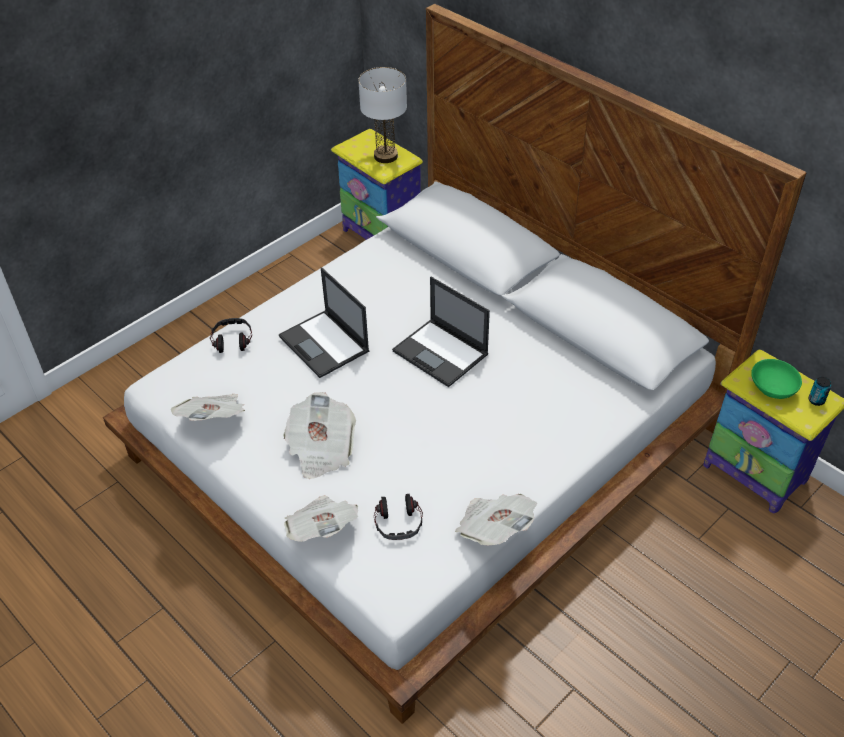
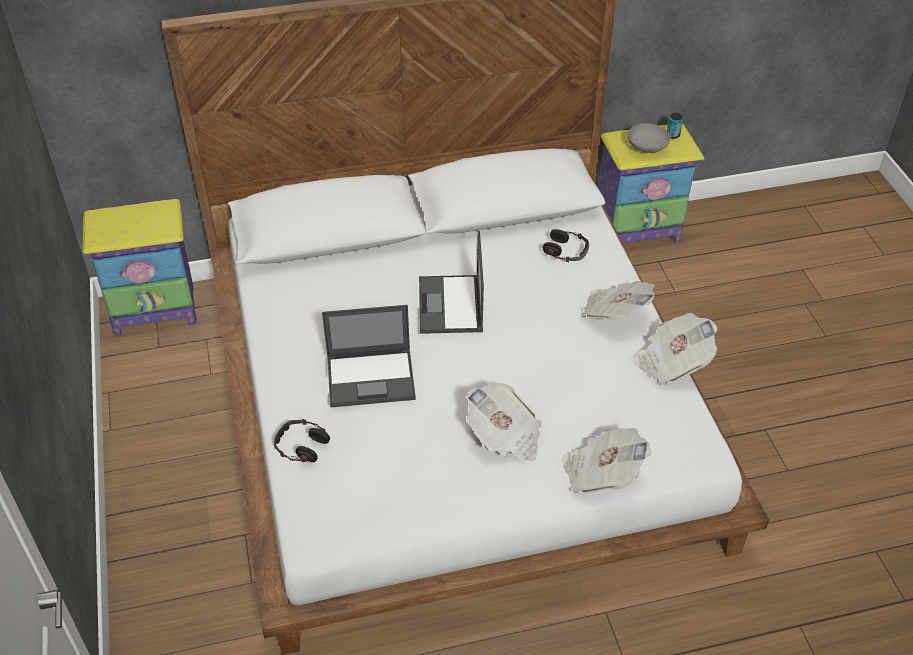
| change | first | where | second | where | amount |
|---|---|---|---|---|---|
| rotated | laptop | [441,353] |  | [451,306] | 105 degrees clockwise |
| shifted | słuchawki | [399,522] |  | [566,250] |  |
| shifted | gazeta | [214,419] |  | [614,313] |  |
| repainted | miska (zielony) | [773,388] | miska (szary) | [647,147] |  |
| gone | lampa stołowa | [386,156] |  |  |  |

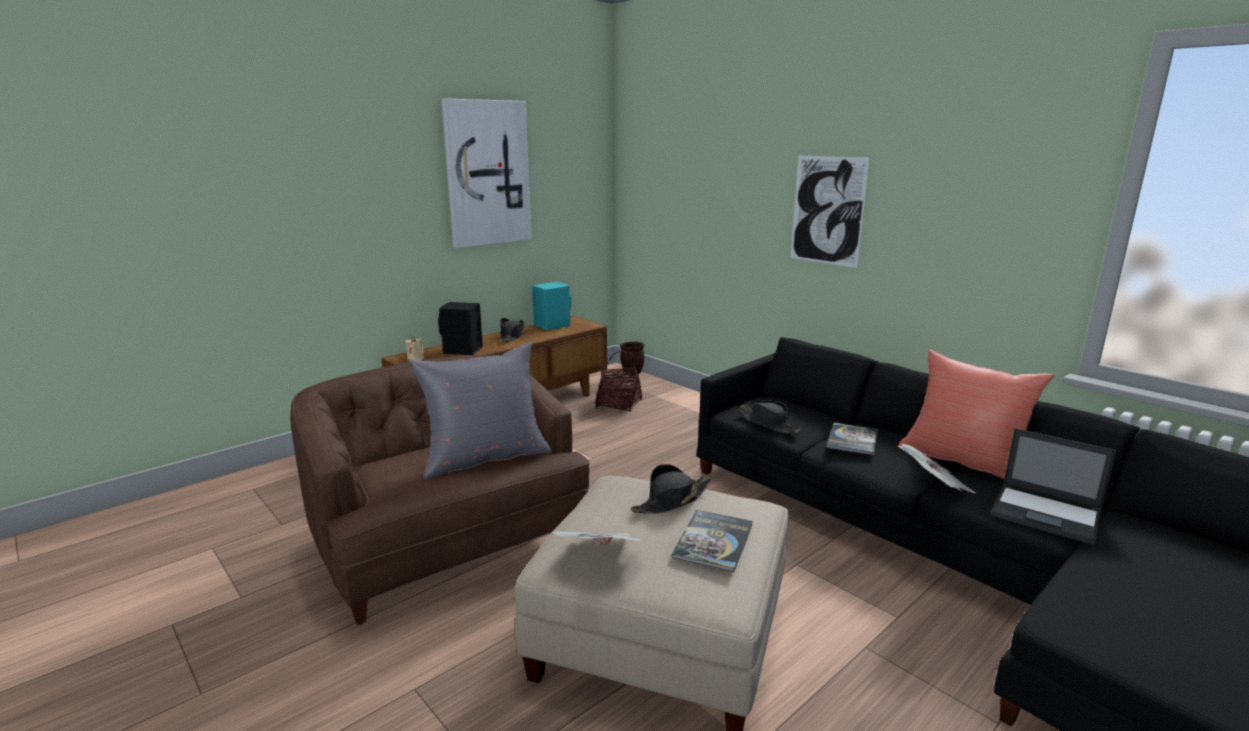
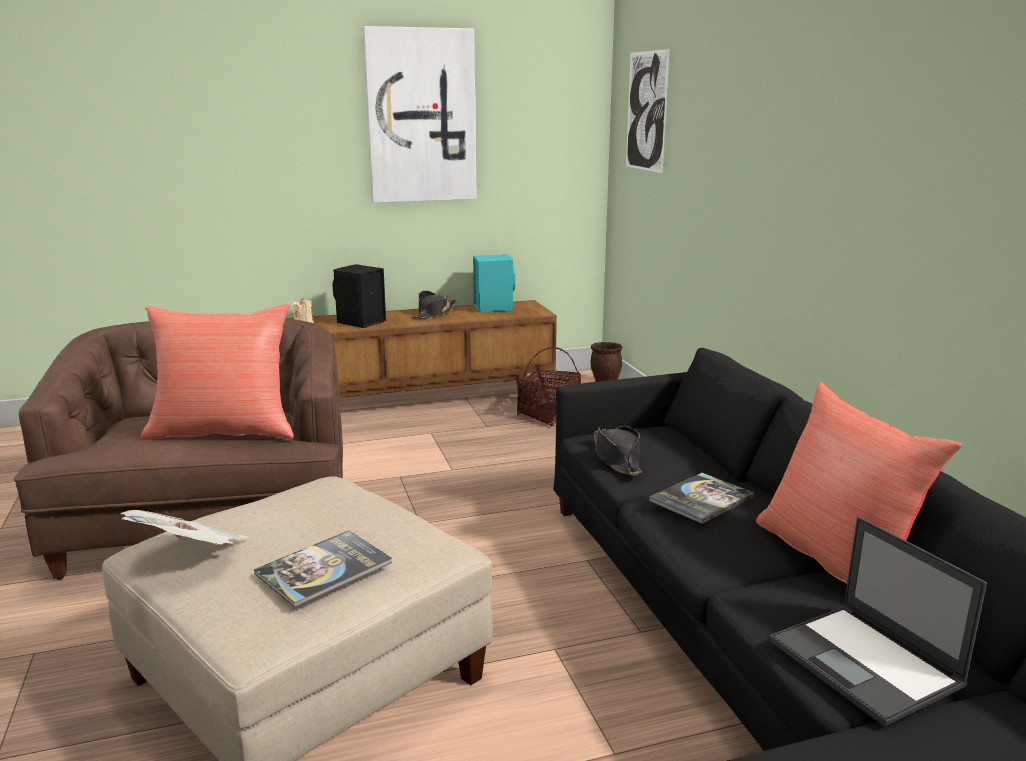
| change | first | where | second | where | amount |
|---|---|---|---|---|---|
| repainted | poduszka (szary) | [485,458] | poduszka (czerwony) | [224,431] |  |
| shifted | obraz | [827,210] |  | [646,111] |  |
| gone | kapelusz (czarny) | [671,501] |  |  |  |
| gone | gazeta | [933,486] |  |  |  |

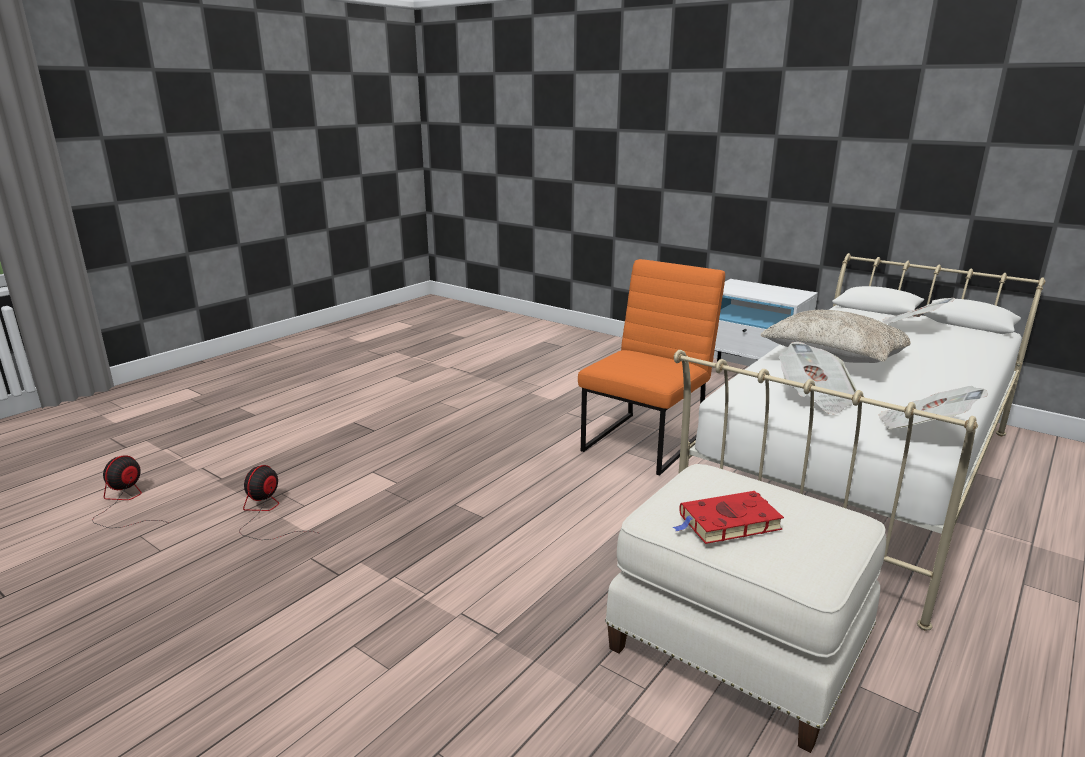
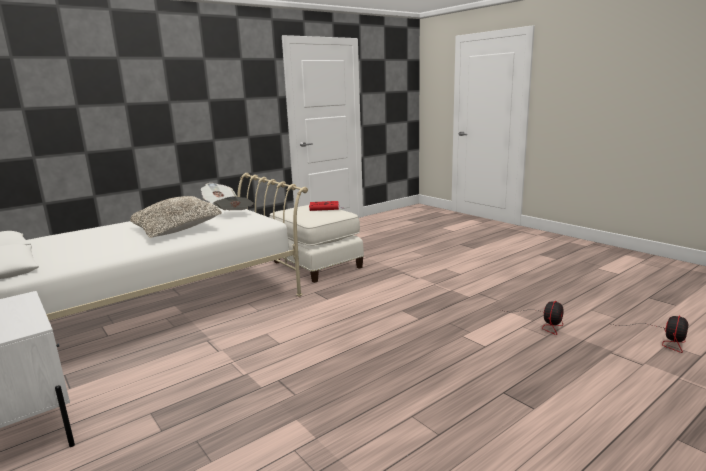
| change | first | where | second | where | amount |
|---|---|---|---|---|---|
| gone | krzesło (pomarańczowy) | [646,441] |  |  |  |
| gone | gazeta | [911,327] |  |  |  |

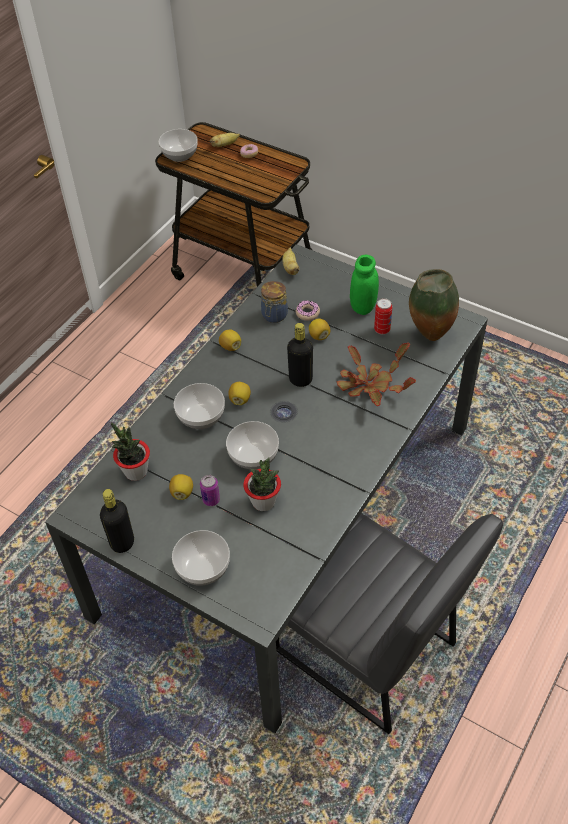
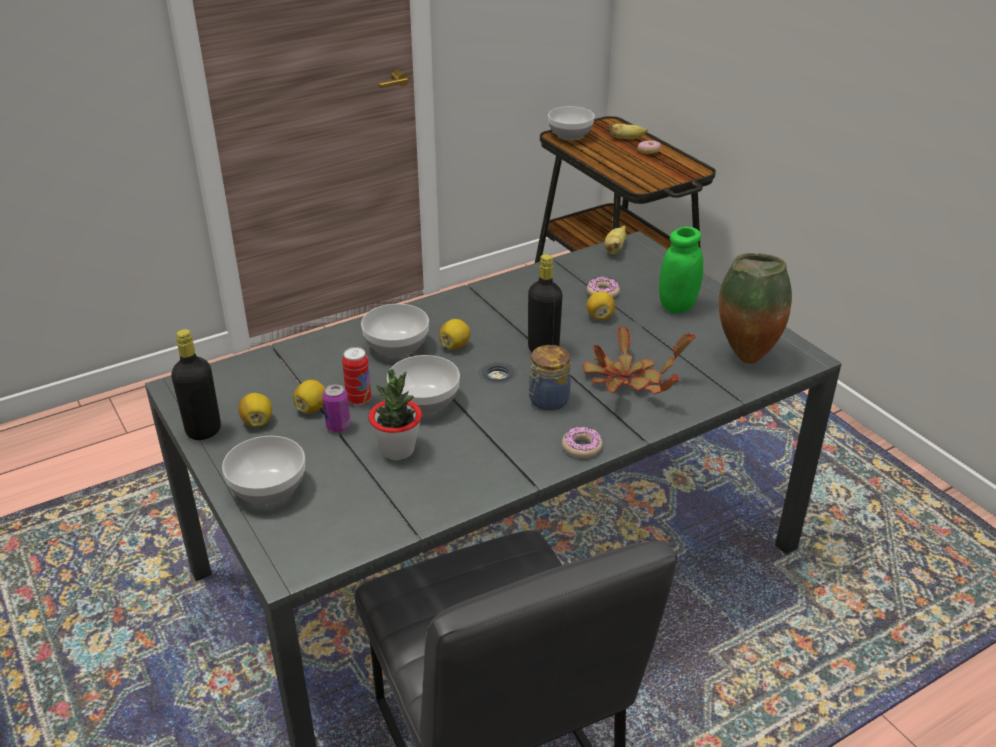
| change | first | where | second | where | amount |
|---|---|---|---|---|---|
| shifted | cytryna | [230,347] |  | [257,421] |  |
| shifted | puszka | [382,330] |  | [359,399] |  |
| shifted | słoik | [274,315] |  | [547,401] |  |
| new |  |  | donut | [581,447] |  |
| gone | roślina doniczkowa | [135,471] |  |  |  |

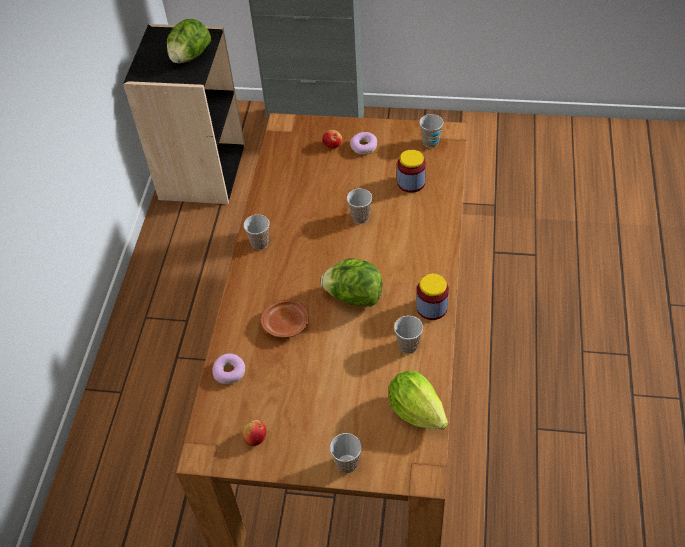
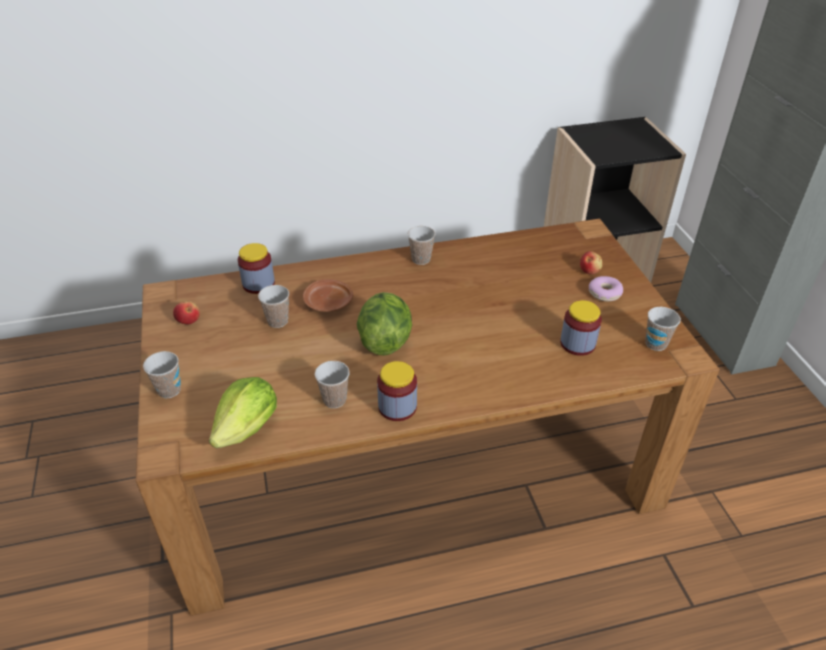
| change | first | where | second | where | amount |
|---|---|---|---|---|---|
| swapped | donut | [230,372] | słoik | [258,284] |  |
| shifted | filiżanka | [360,217] |  | [278,321] |  |
| gone | sałata | [190,57] |  |  |  |

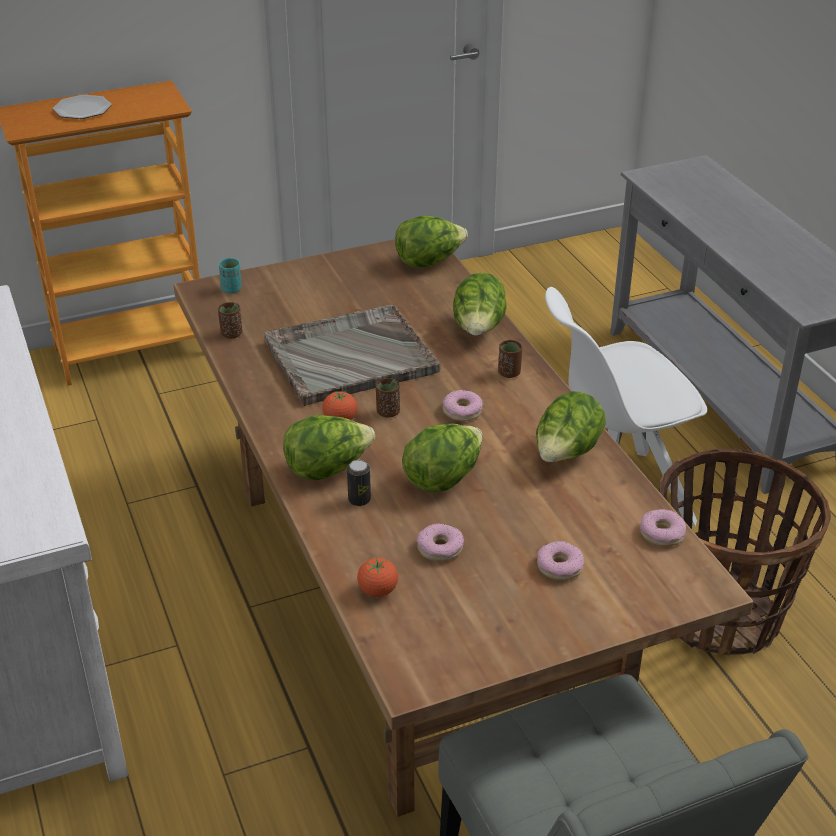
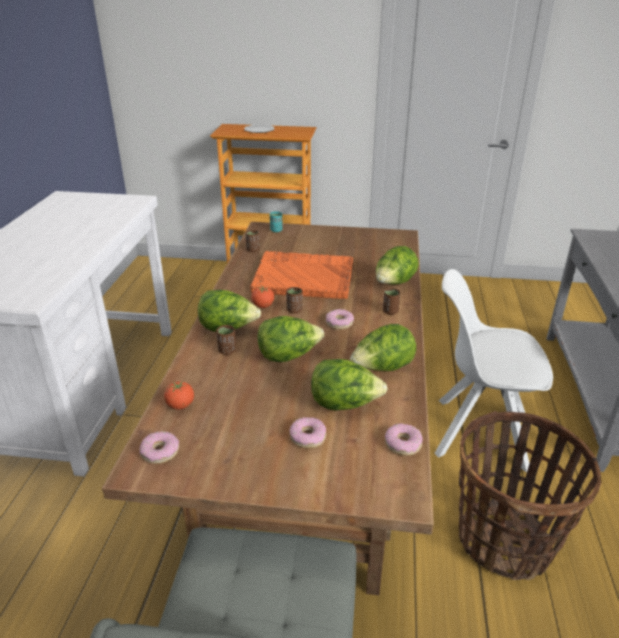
| change | first | where | second | where | amount |
|---|---|---|---|---|---|
| shifted | donut | [440,548] |  | [160,452] |  |
| swapped | puszka | [359,500] | filiżanka (brązowy) | [227,351] |  |
| repainted | taca (szary) | [349,357] | taca (pomarańczowy) | [302,277] |  |
| shifted | sałata | [429,261] |  | [344,404] |  |

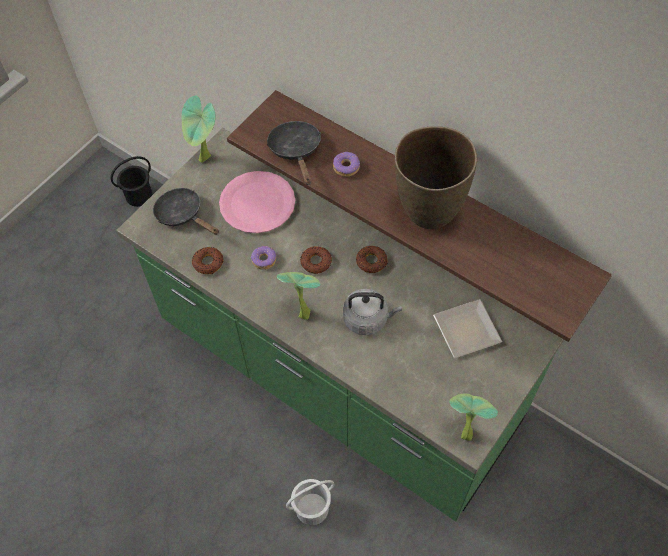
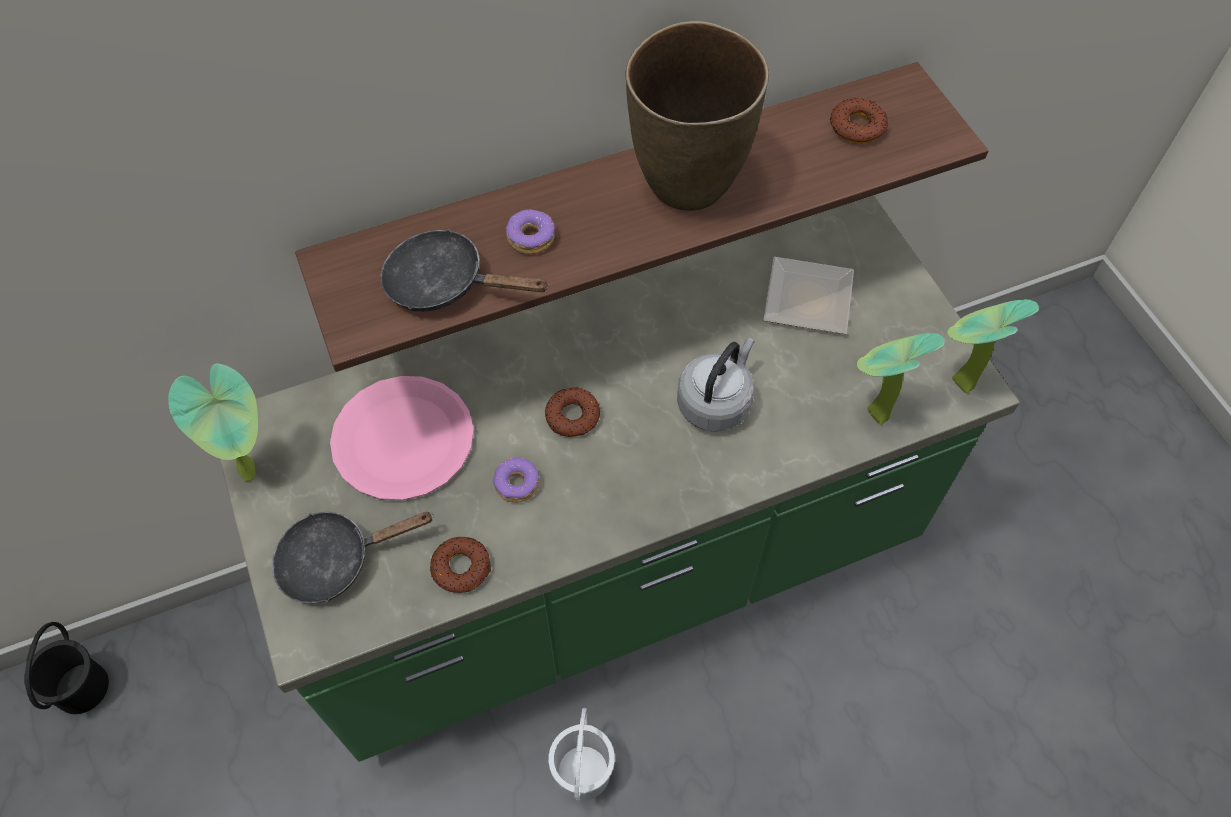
| change | first | where | second | where | amount |
|---|---|---|---|---|---|
| shifted | wiadro (biały) | [311,508] |  | [582,772] |  |
| shifted | donut | [371,261] |  | [857,126] |  |
| shifted | roślina doniczkowa | [303,311] |  | [872,415] |  |

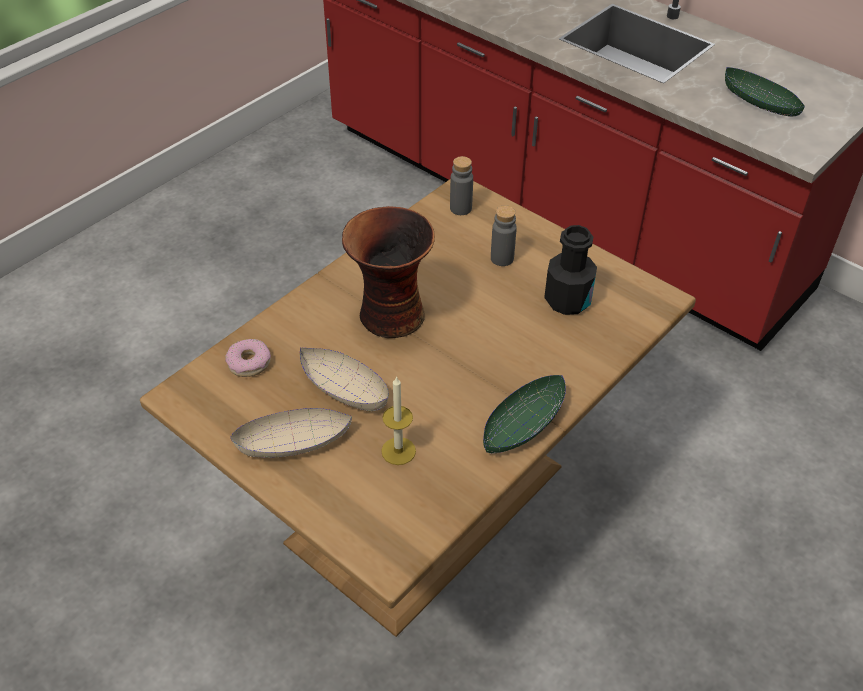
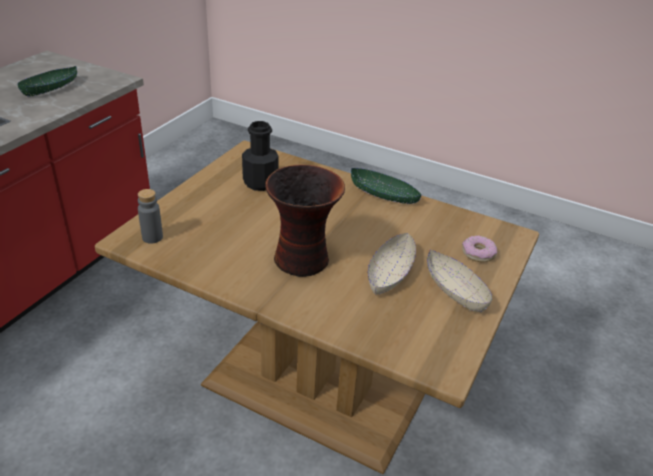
| change | first | where | second | where | amount |
|---|---|---|---|---|---|
| shifted | donut | [249,363] |  | [478,253] |  |
| gone | świeca | [398,451] |  |  |  |
| gone | butelka (szary) | [502,258] |  |  |  |

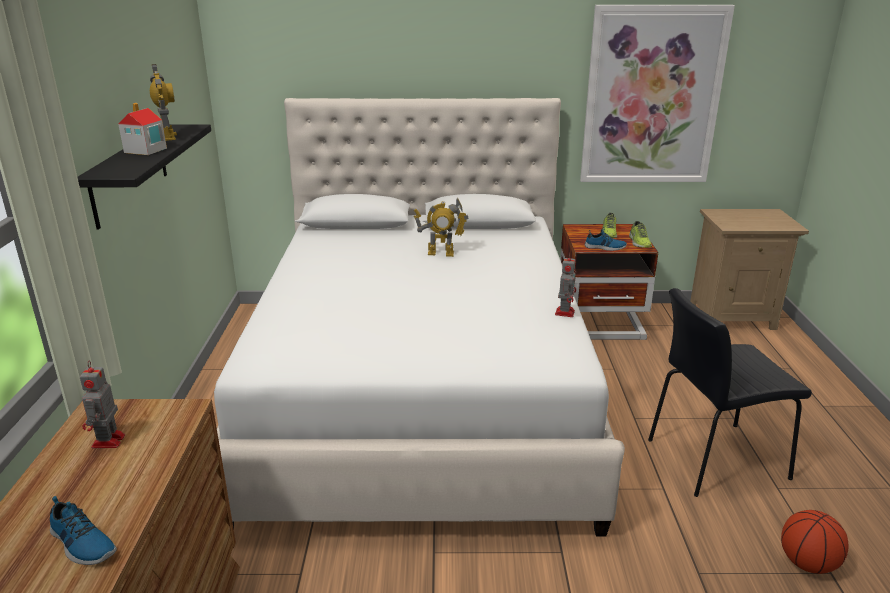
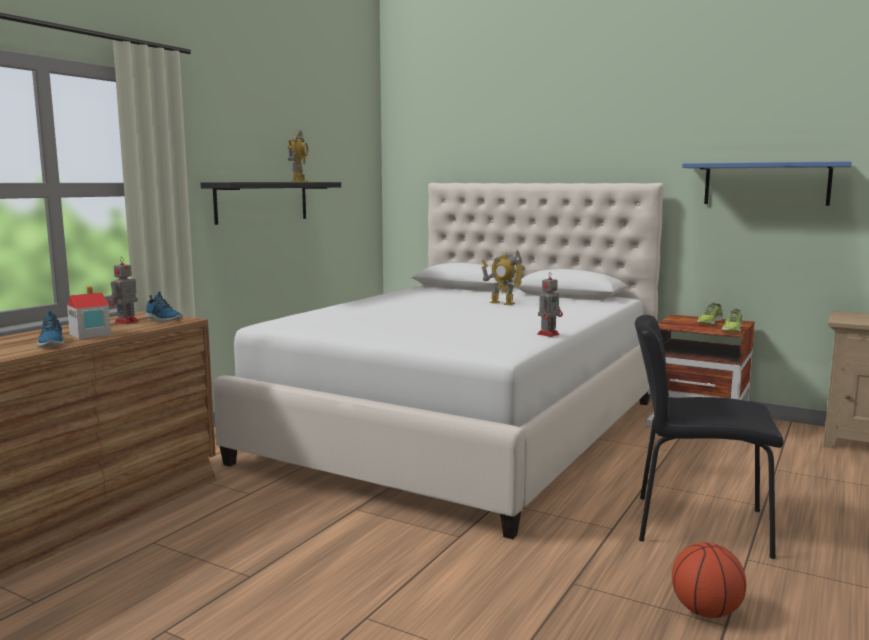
| change | first | where | second | where | amount |
|---|---|---|---|---|---|
| shifted | domek | [145,150] |  | [89,334] |  |
| shifted | but | [605,247] |  | [162,319] |  |
| swapped | obraz | [652,97] | półka (niebieski) | [766,184] |  |

